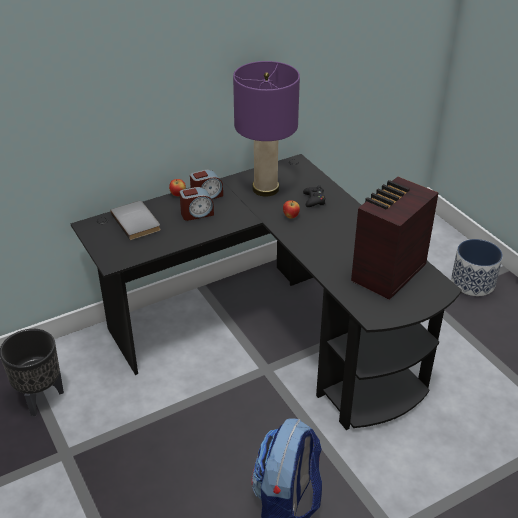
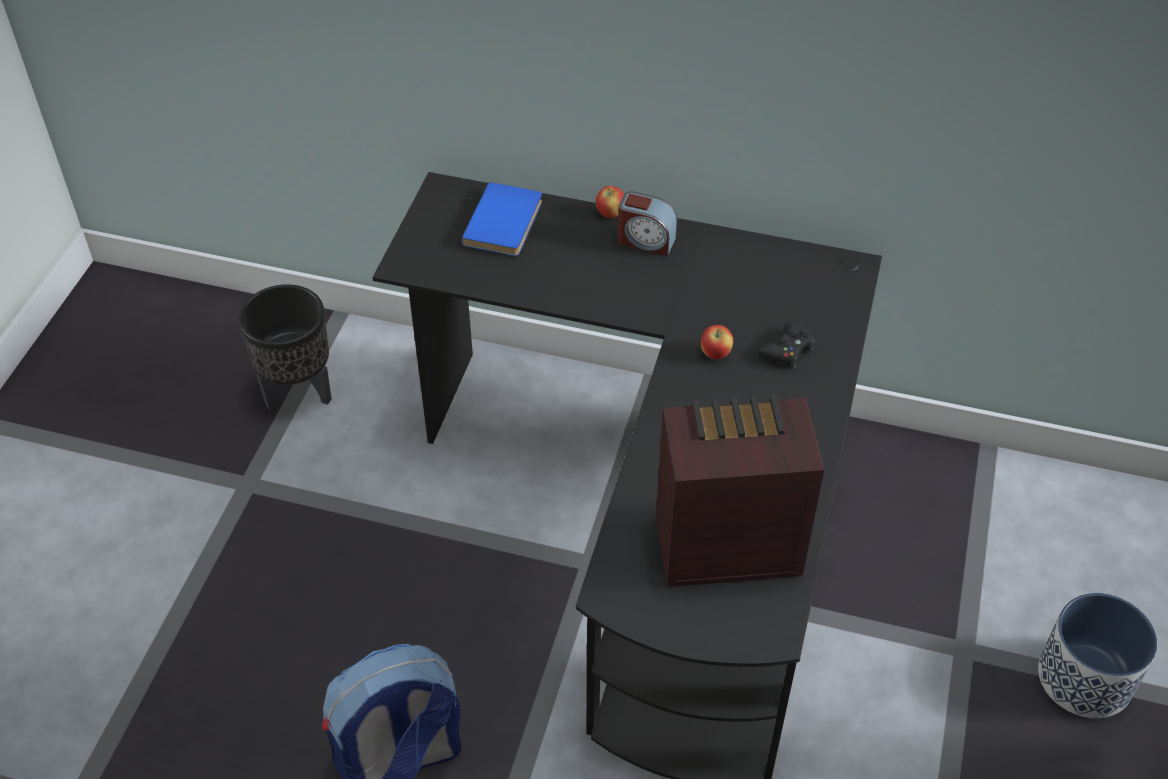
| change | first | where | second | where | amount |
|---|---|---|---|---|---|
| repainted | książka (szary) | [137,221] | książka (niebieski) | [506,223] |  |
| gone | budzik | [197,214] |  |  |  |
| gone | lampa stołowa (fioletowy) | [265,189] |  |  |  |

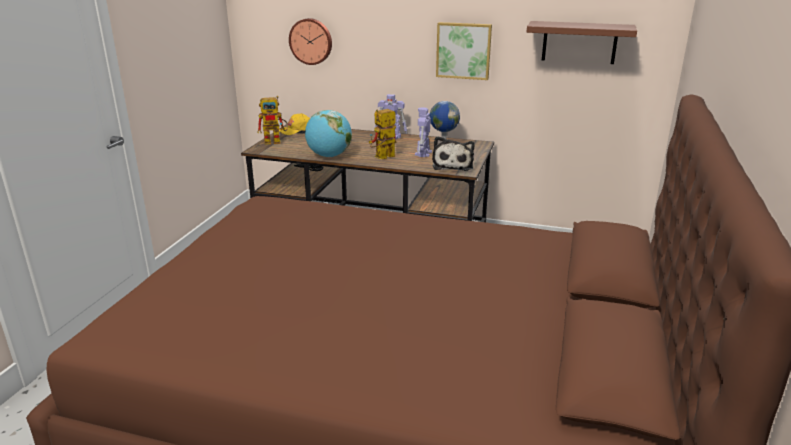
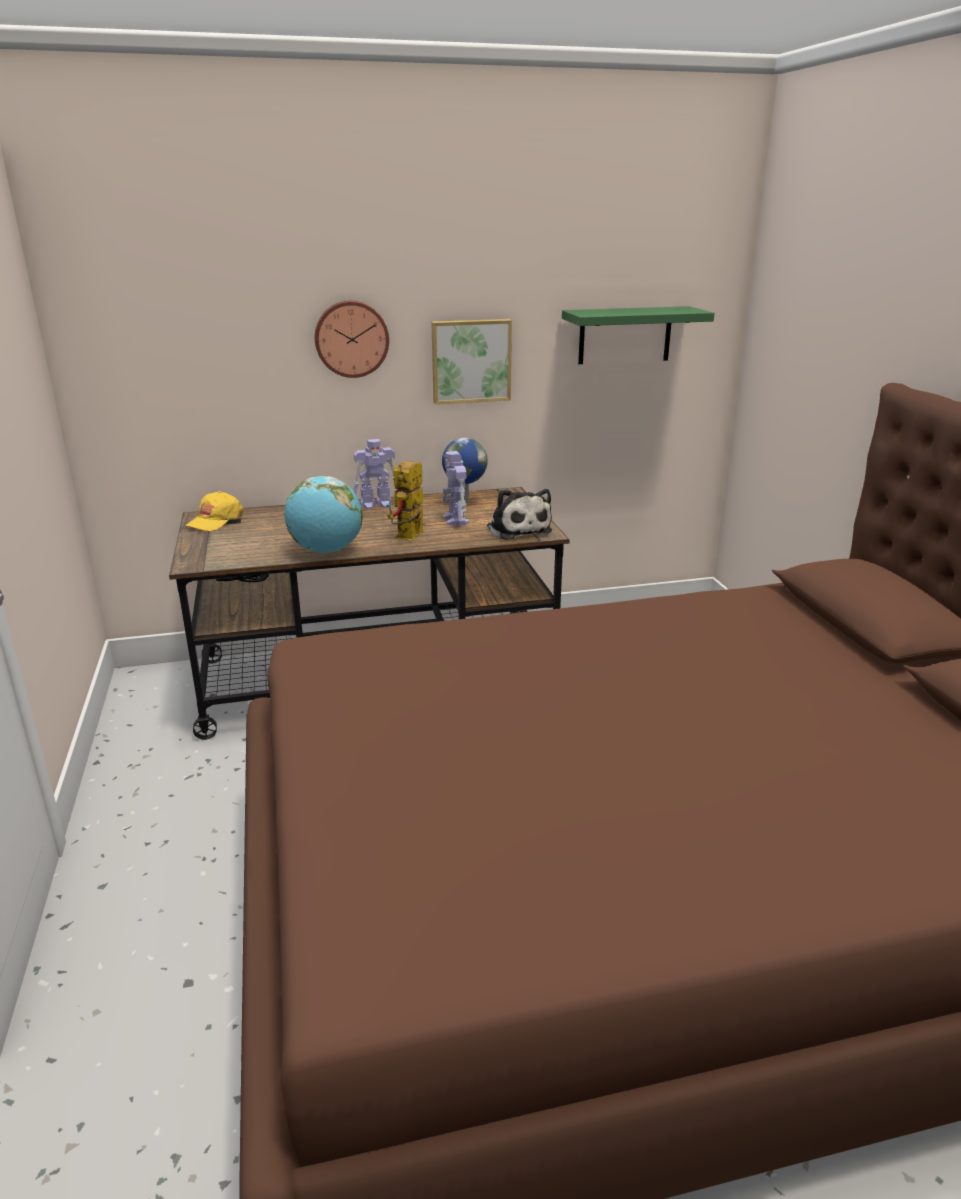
| change | first | where | second | where | amount |
|---|---|---|---|---|---|
| shifted | zegar ścienny | [311,41] |  | [351,339] |  |
| repainted | półka (brązowy) | [579,42] | półka (zielony) | [625,335] |  |
| gone | robot zabawkowy | [276,141] |  |  |  |

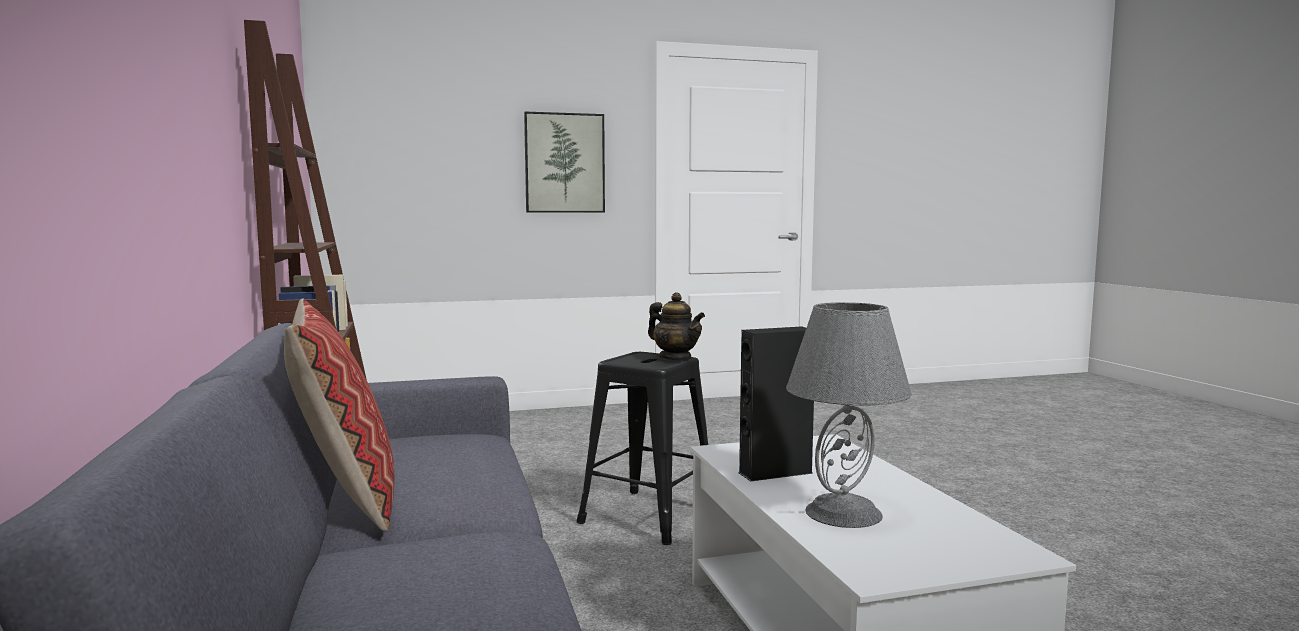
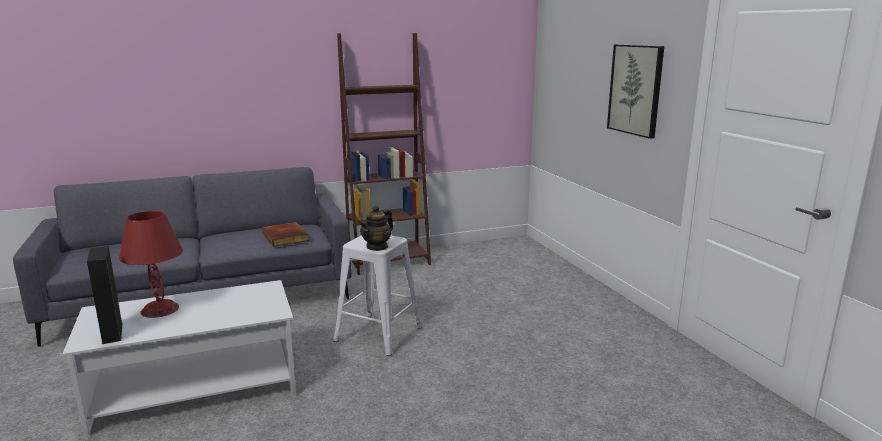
| change | first | where | second | where | amount |
|---|---|---|---|---|---|
| shifted | głośnik (czarny) | [775,473] |  | [112,333] |  |
| repainted | lampa stołowa (szary) | [843,512] | lampa stołowa (czerwony) | [160,309] |  |
| new |  |  | książka | [286,237] |  |
| repainted | stołek (czarny) | [649,516] | stołek (biały) | [378,334] |  |
| gone | poduszka | [346,498] |  |  |  |

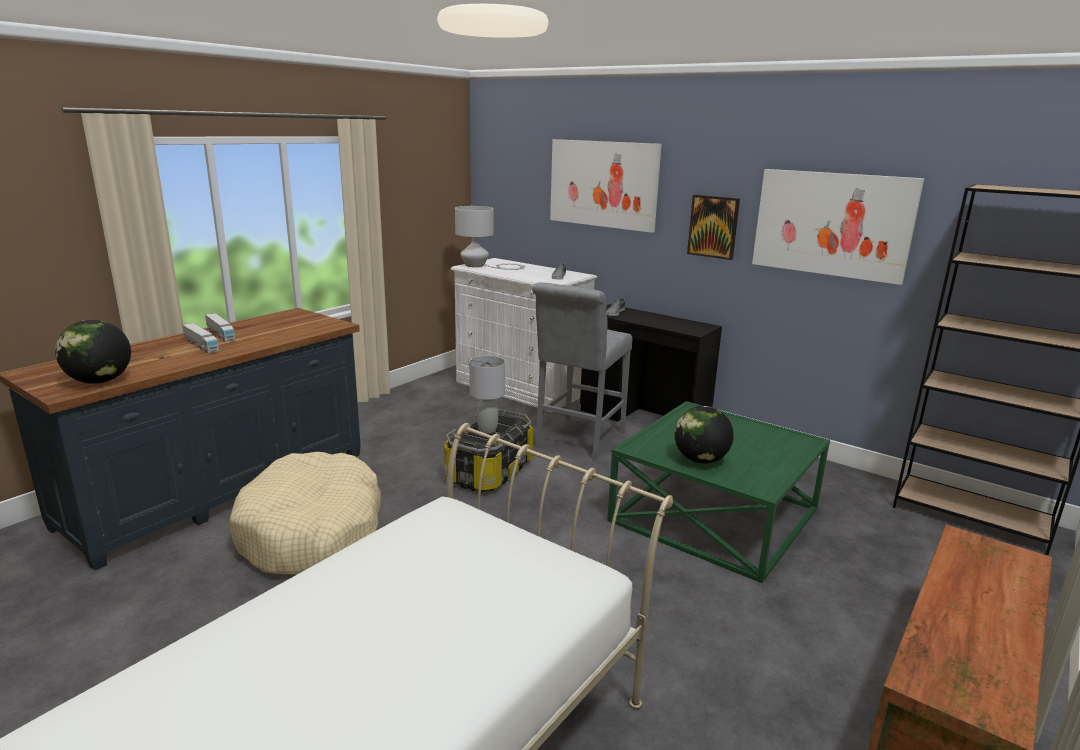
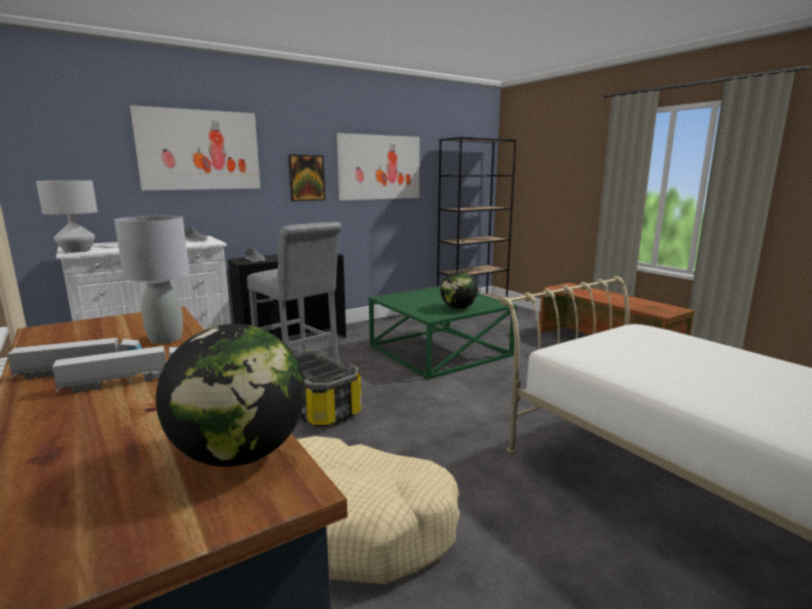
| change | first | where | second | where | amount |
|---|---|---|---|---|---|
| shifted | lampa stołowa (szary) | [487,430] |  | [165,339] |  |

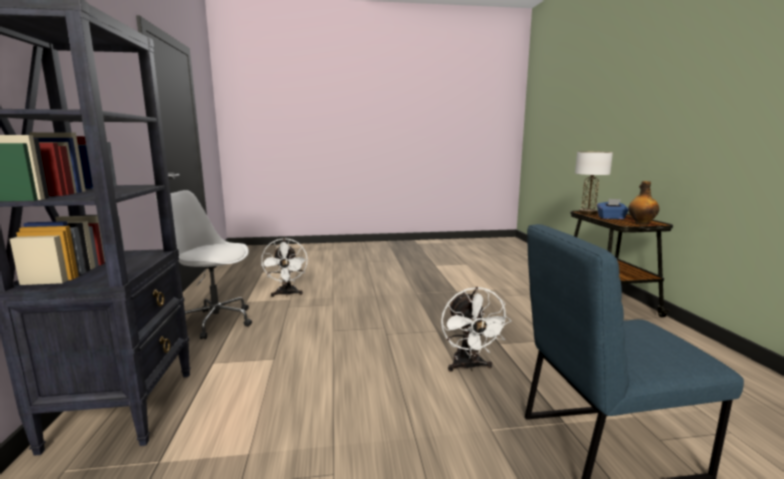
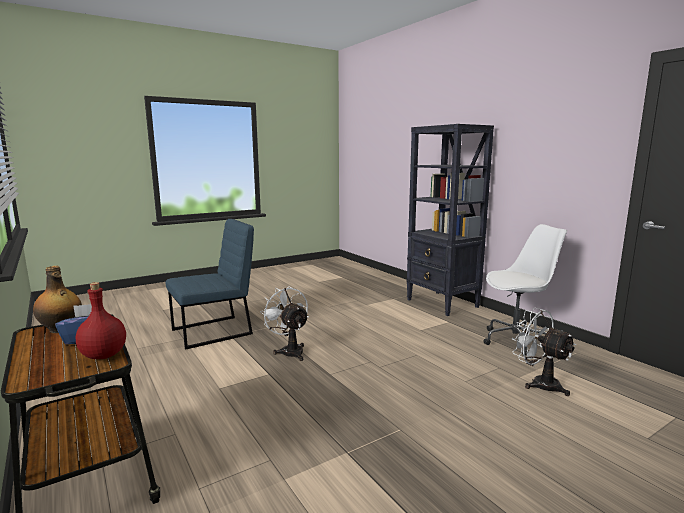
| change | first | where | second | where | amount |
|---|---|---|---|---|---|
| swapped | lampa stołowa | [587,213] | butelka (czerwony) | [104,355] |  |

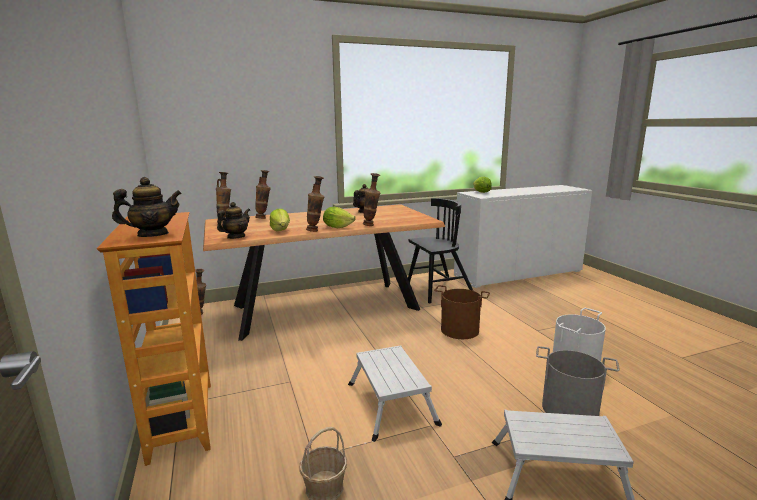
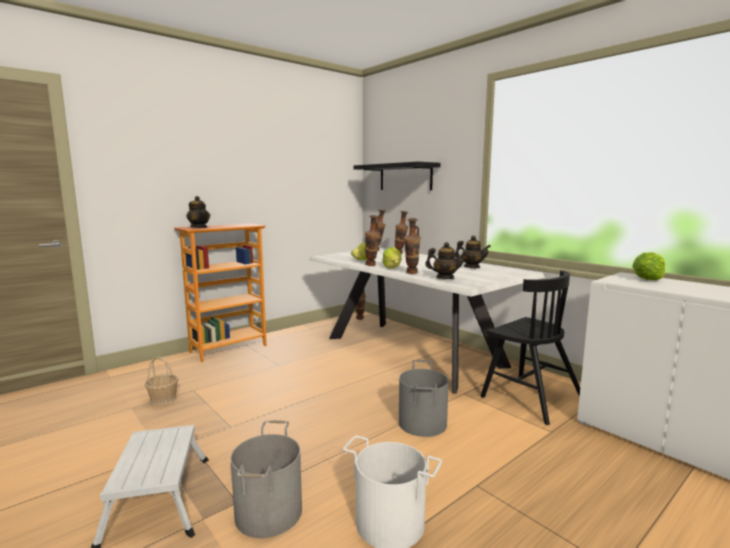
| change | first | where | second | where | amount |
|---|---|---|---|---|---|
| repainted | stół jadalny (brązowy) | [325,307] | stół jadalny (biały) | [412,351] |  |
| new |  |  | półka (czarny) | [405,177] |  |
| repainted | wiadro (brązowy) | [459,330] | wiadro (szary) | [421,423] |  |
| shifted | imbryk | [236,237] |  | [445,278] |  |
| gone | drabinka (biały) | [391,402] |  |  |  |

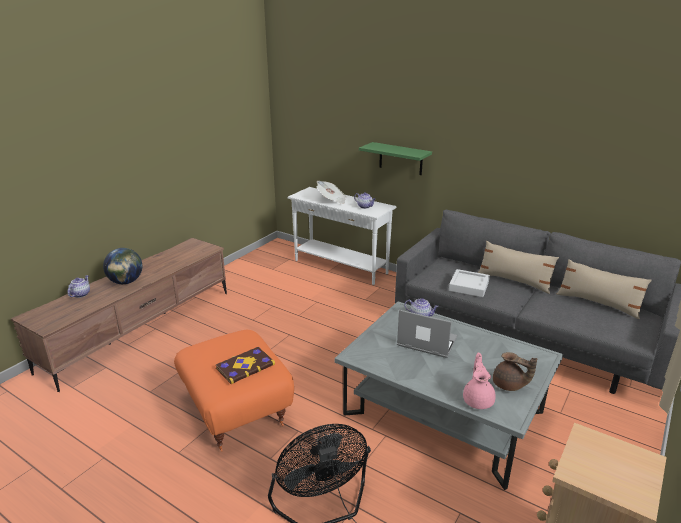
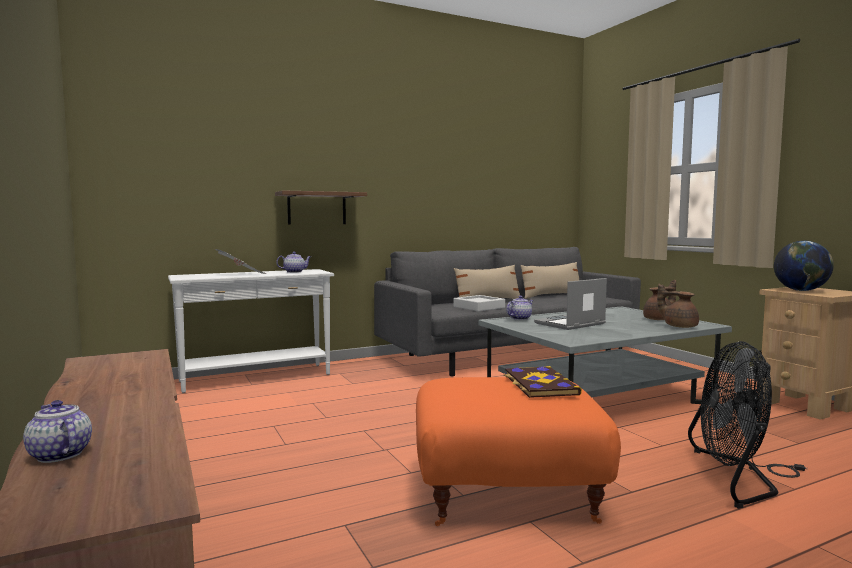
| change | first | where | second | where | amount |
|---|---|---|---|---|---|
| repainted | półka (zielony) | [400,159] | półka (brązowy) | [317,208] |  |
| repainted | imbryk (różowy) | [478,400] | imbryk (brązowy) | [679,326] |  |
| shifted | globus | [126,282] |  | [801,290] |  |

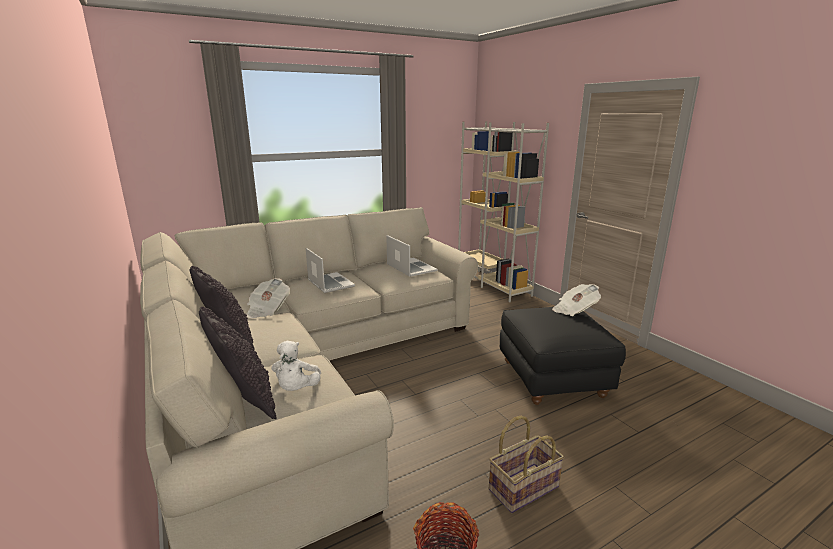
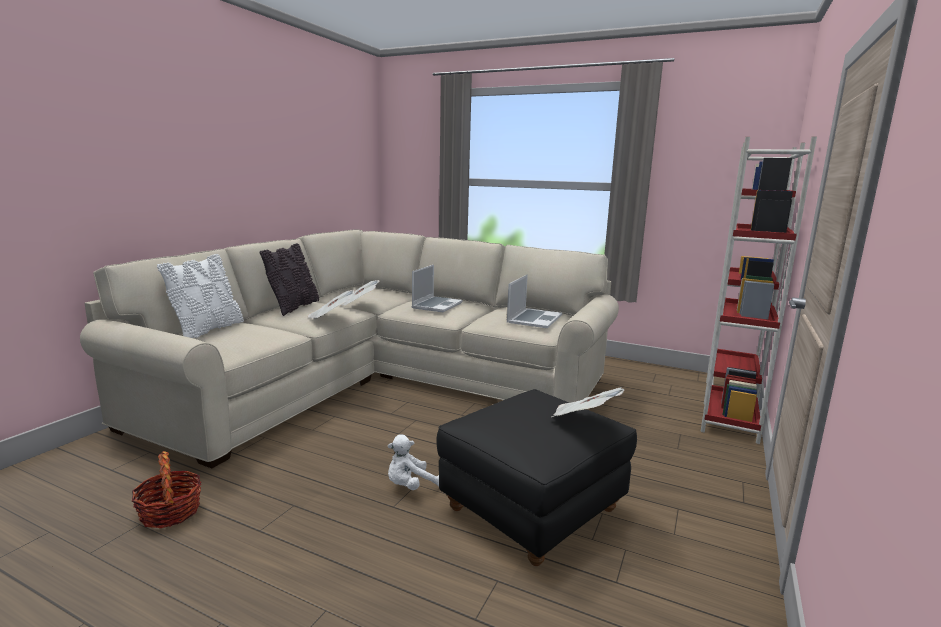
| change | first | where | second | where | amount |
|---|---|---|---|---|---|
| repainted | poduszka (czarny) | [244,400] | poduszka (biały) | [207,330] |  |
| new |  |  | gazeta | [331,317] |  |
| shifted | pluszak (biały) | [297,389] |  | [410,486] |  |
| repainted | regał (beżowy) | [493,285] | regał (czerwony) | [729,409] |  |
| gone | koszyk | [523,487] |  |  |  |

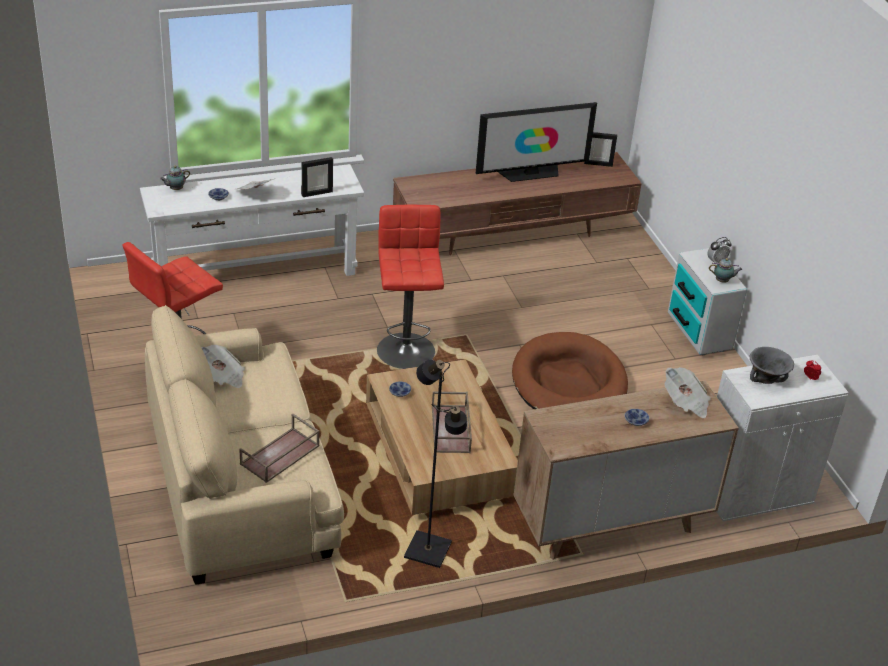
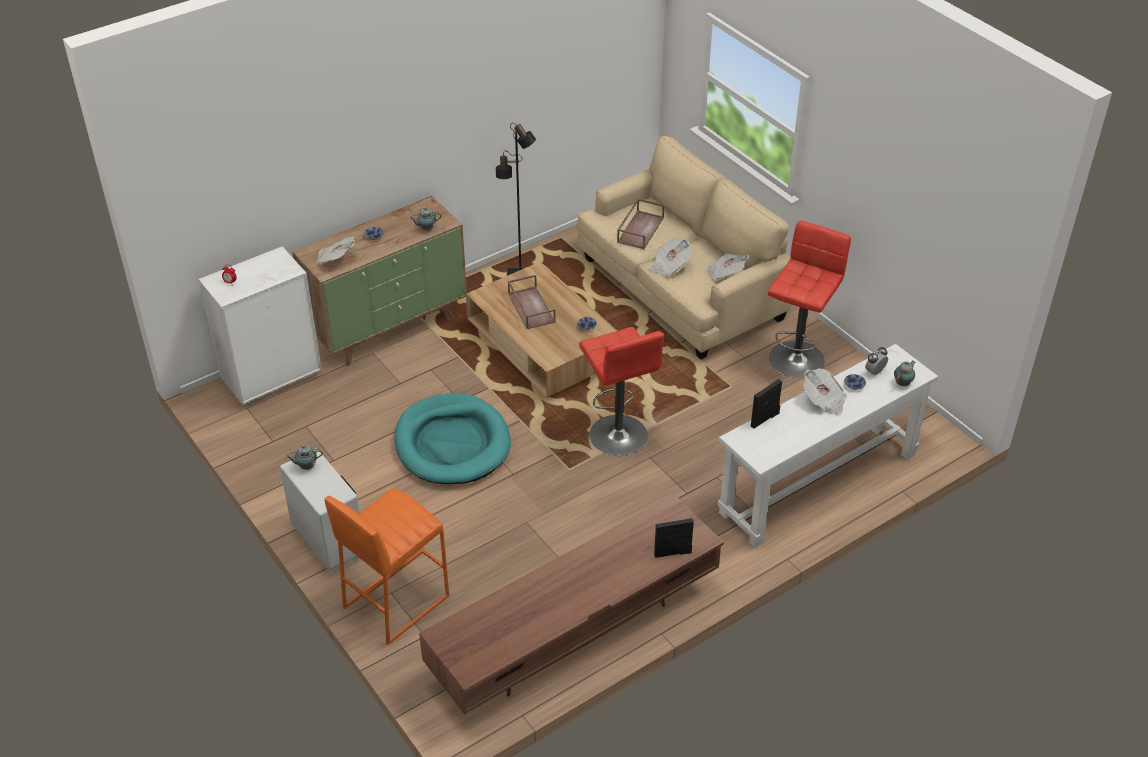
| change | first | where | second | where | amount |
|---|---|---|---|---|---|
| new |  |  | stołek (pomarańczowy) | [394,601] |  |
| repainted | legowisko (brązowy) | [569,383] | legowisko (turkusowy) | [452,443] |  |
| new |  |  | imbryk | [426,229] |  |
| new |  |  | gazeta | [669,266] |  |
| shifted | ramka na zdjęcie | [598,164] |  | [672,553] |  |
| shifted | budzik | [716,262] |  | [874,372] |  |
| gone | telewizor | [531,173] |  |  |  |
| gone | miska (szary) | [766,378] |  |  |  |

